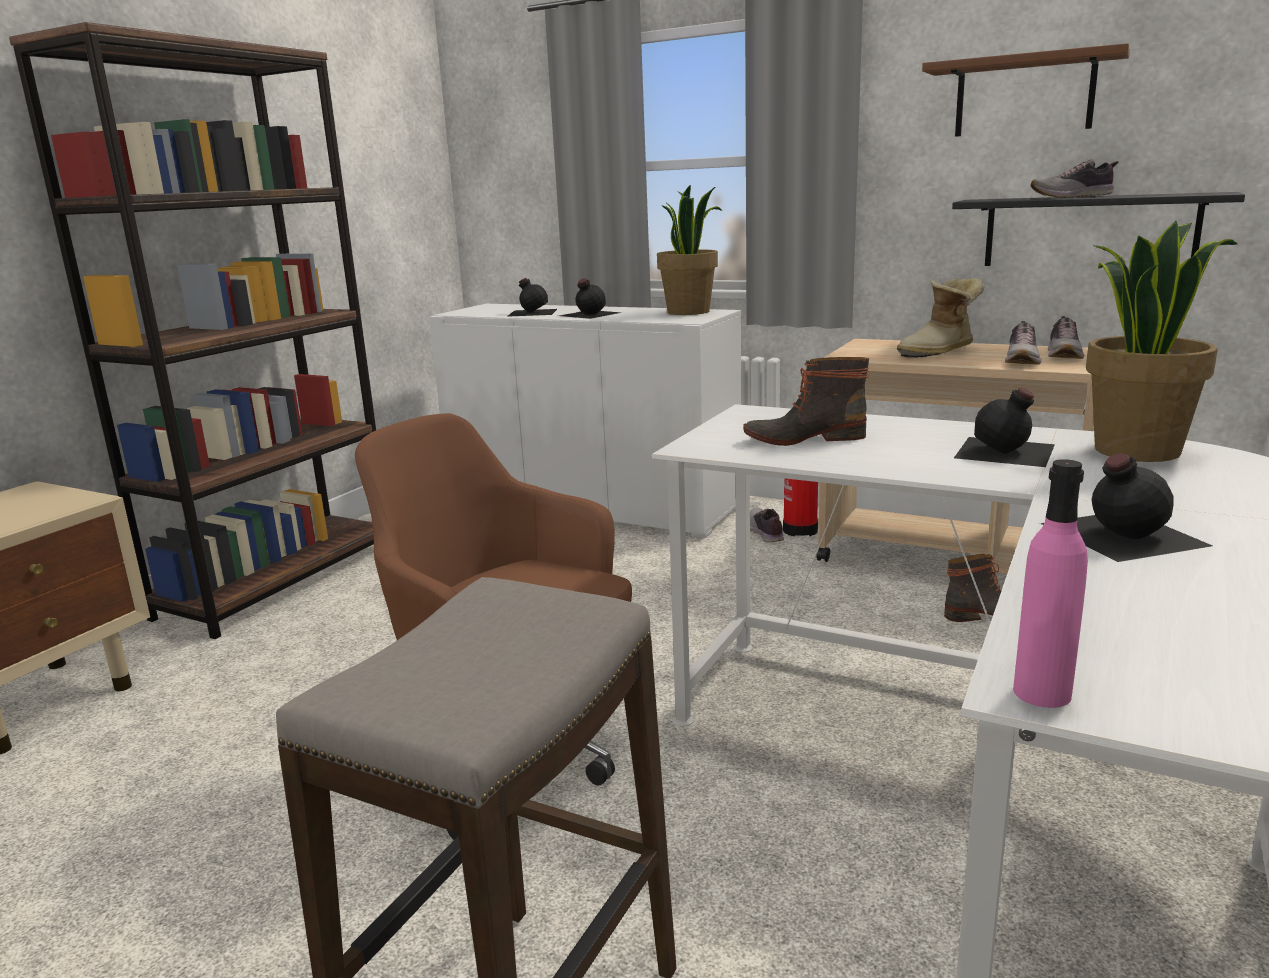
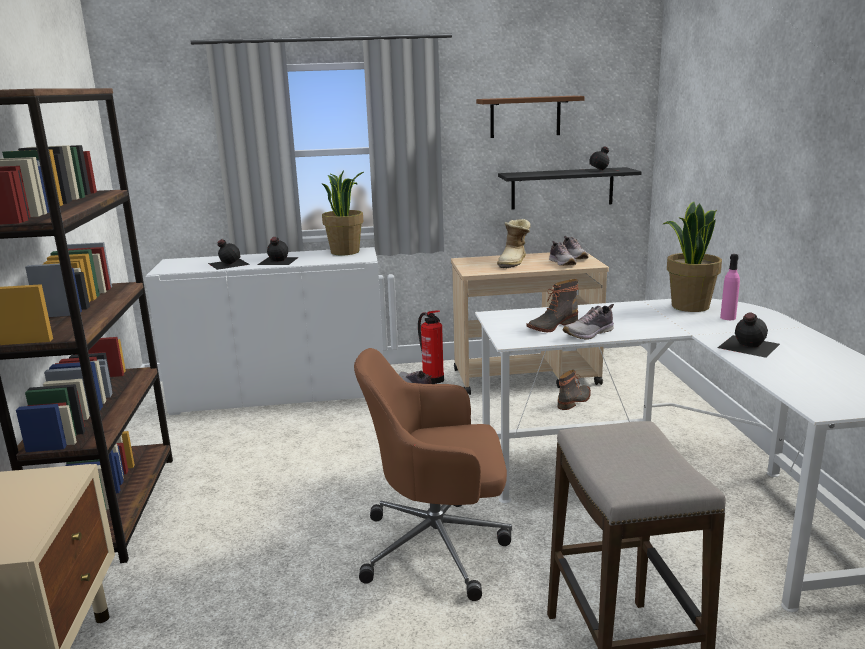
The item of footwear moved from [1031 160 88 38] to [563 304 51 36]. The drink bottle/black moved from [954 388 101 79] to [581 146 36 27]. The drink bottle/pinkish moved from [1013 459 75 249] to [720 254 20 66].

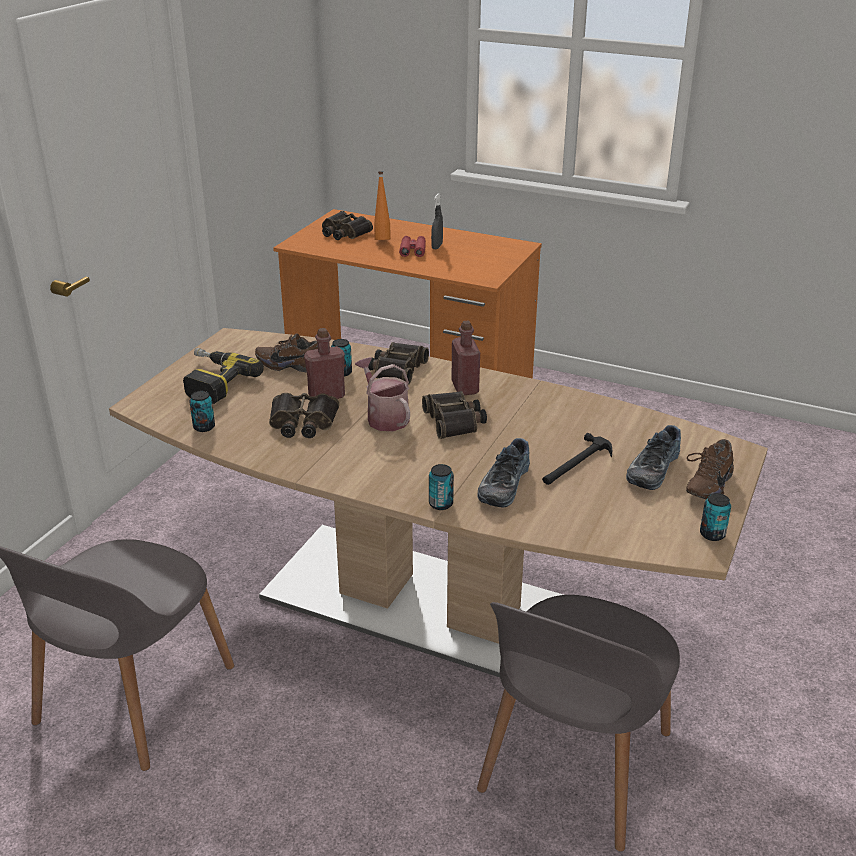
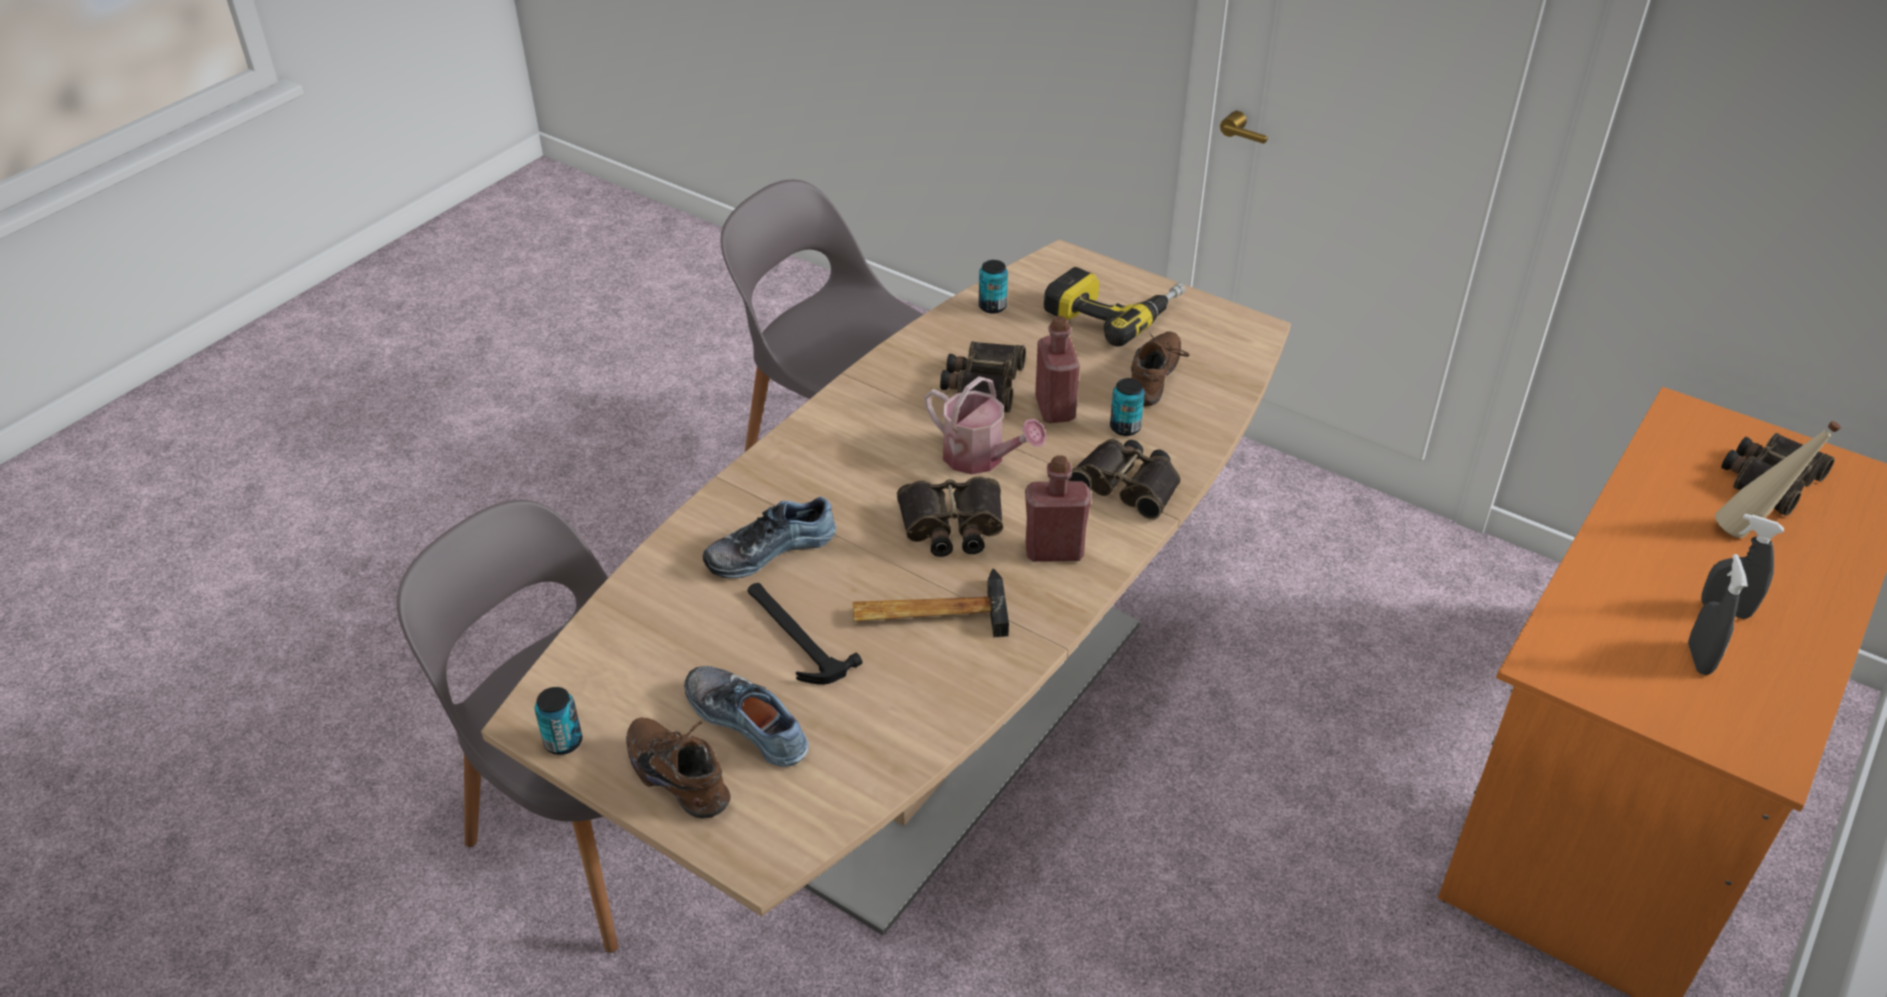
The drink bottle/orangey at [374 172 17 68] became the drink bottle/beige-coloured at [1715 421 126 117]. The pair of binoculars/red at [399 236 27 21] disappeared. The watering can at [355 357 55 74] turned 60 degrees clockwise. The item of footwear at [478 438 52 70] turned 60 degrees counterclockwise. The metal can at [429 464 25 46] disappeared. The sprayer/greyish at [1688 554 60 121] appeared. The hand hammer at [853 569 156 68] appeared.

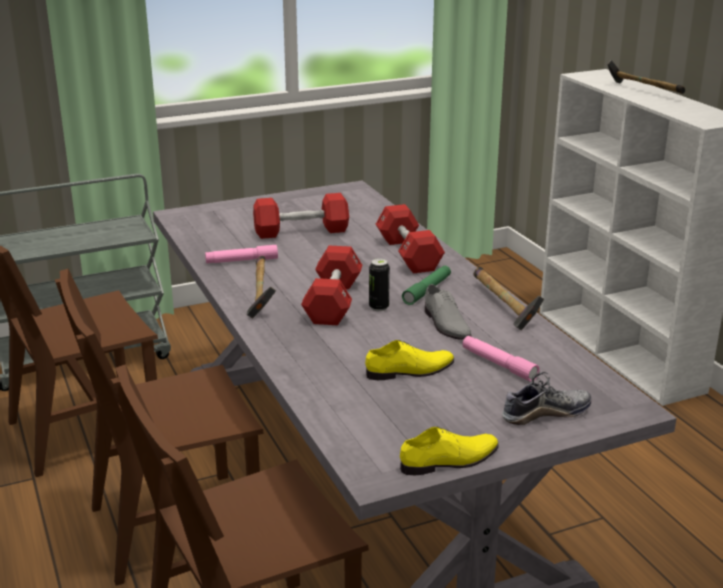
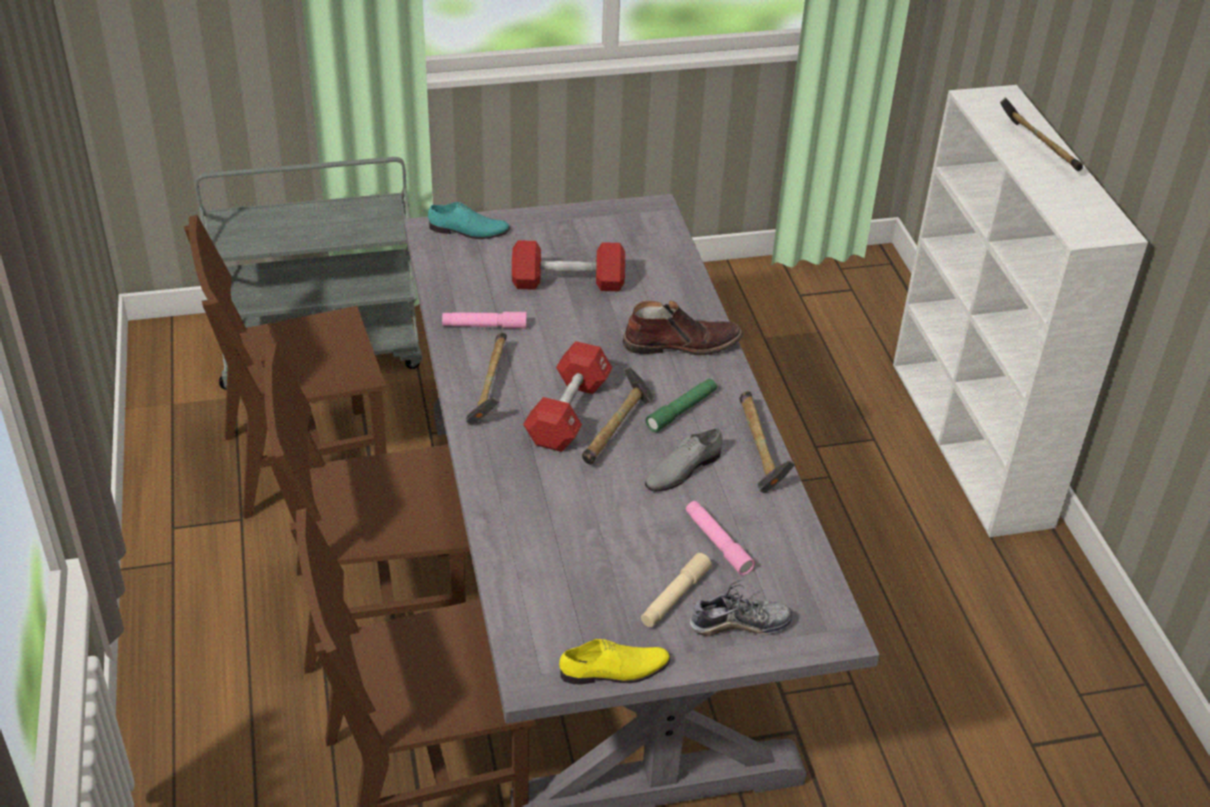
The dumbbell/red at [376 204 69 70] was replaced by the tall boot/brownish at [623 301 120 54]. The metal can at [369 259 21 52] was replaced by the hand hammer at [582 367 72 98]. The item of footwear/greyish at [425 284 47 56] turned 60 degrees clockwise. The item of footwear/yellow-coloured at [365 340 89 40] disappeared. The item of footwear/turquoise at [428 202 82 37] appeared. The torch/beige-coloured at [641 553 71 74] appeared.

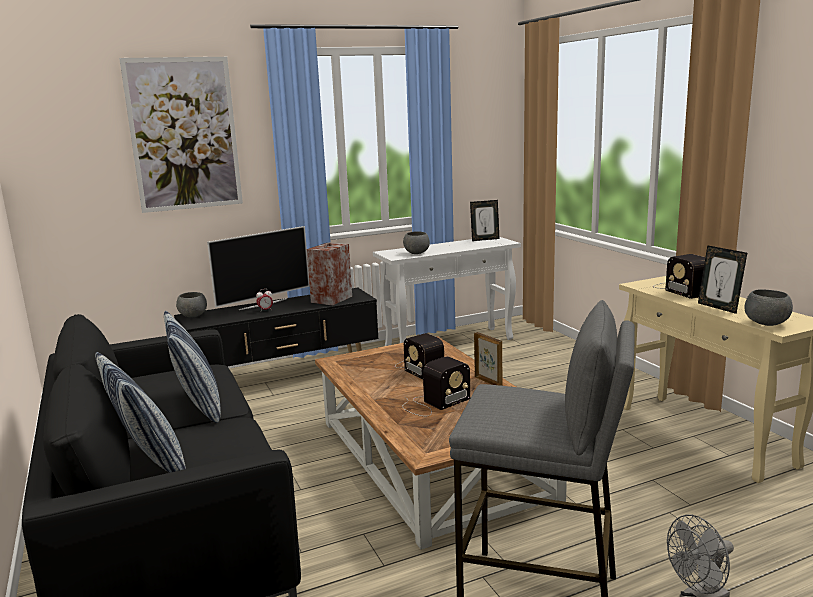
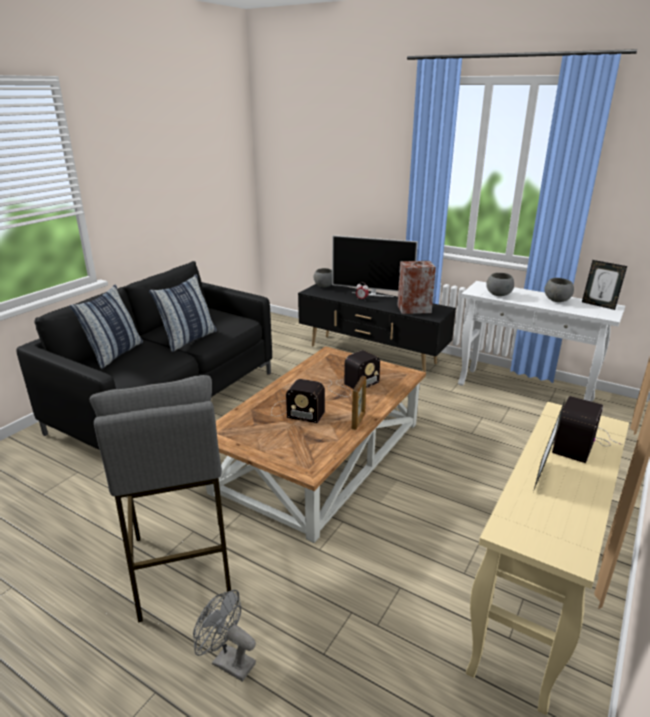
The wall picture at [119 57 124 156] disappeared. The deep dish/greyish moved from [744 290 49 36] to [544 278 30 24]. The radio set at [395 333 49 47] turned 150 degrees counterclockwise.

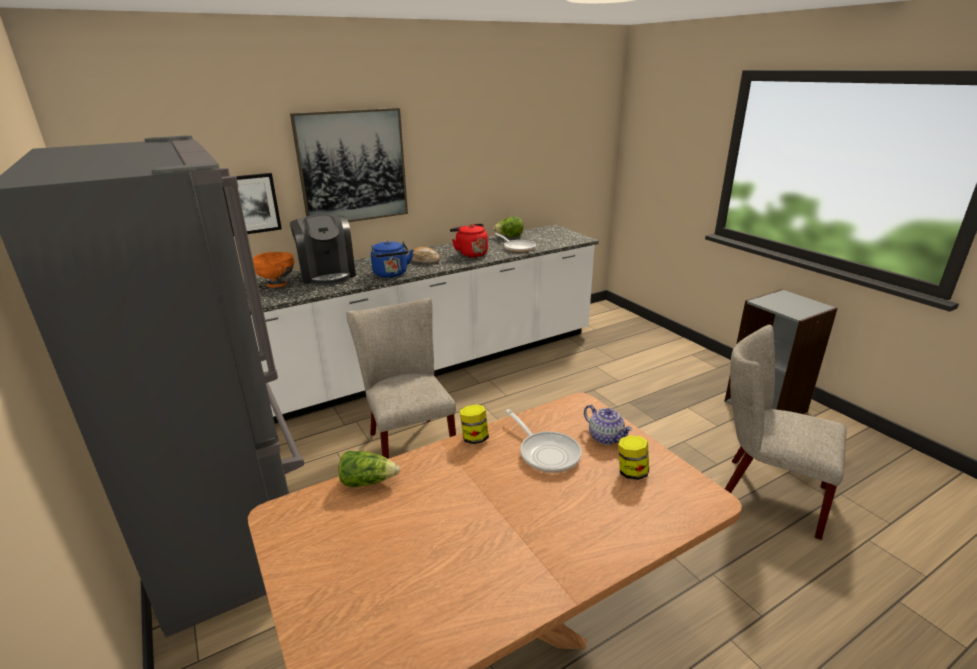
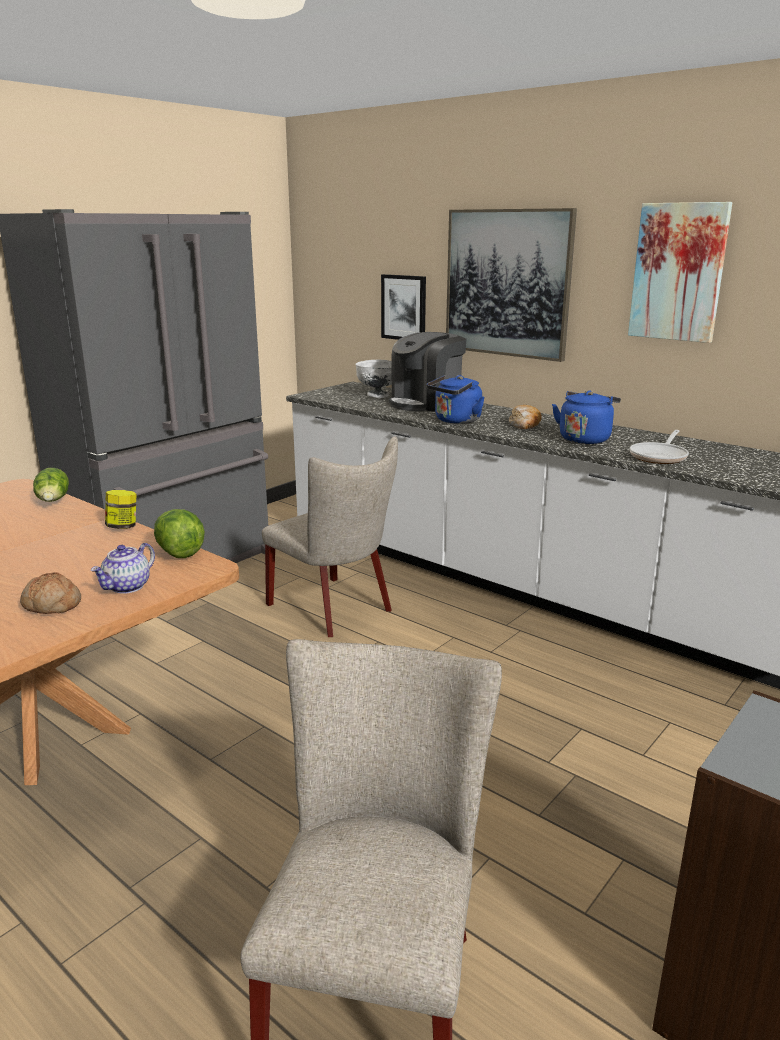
The lettuce moved from [493 217 30 20] to [154 509 51 49]. The water kettle/red at [450 224 38 34] became the water kettle/blue-coloured at [552 391 69 53]. The deep dish/orangey at [252 252 42 36] became the deep dish/white at [356 360 36 38]. The plain chair/beige-coloured at [346 298 110 161] turned 90 degrees clockwise. The skillet at [506 409 76 64] disappeared. The jar at [618 435 31 45] was replaced by the bread at [20 572 61 42]. The wall picture at [628 202 105 141] appeared.

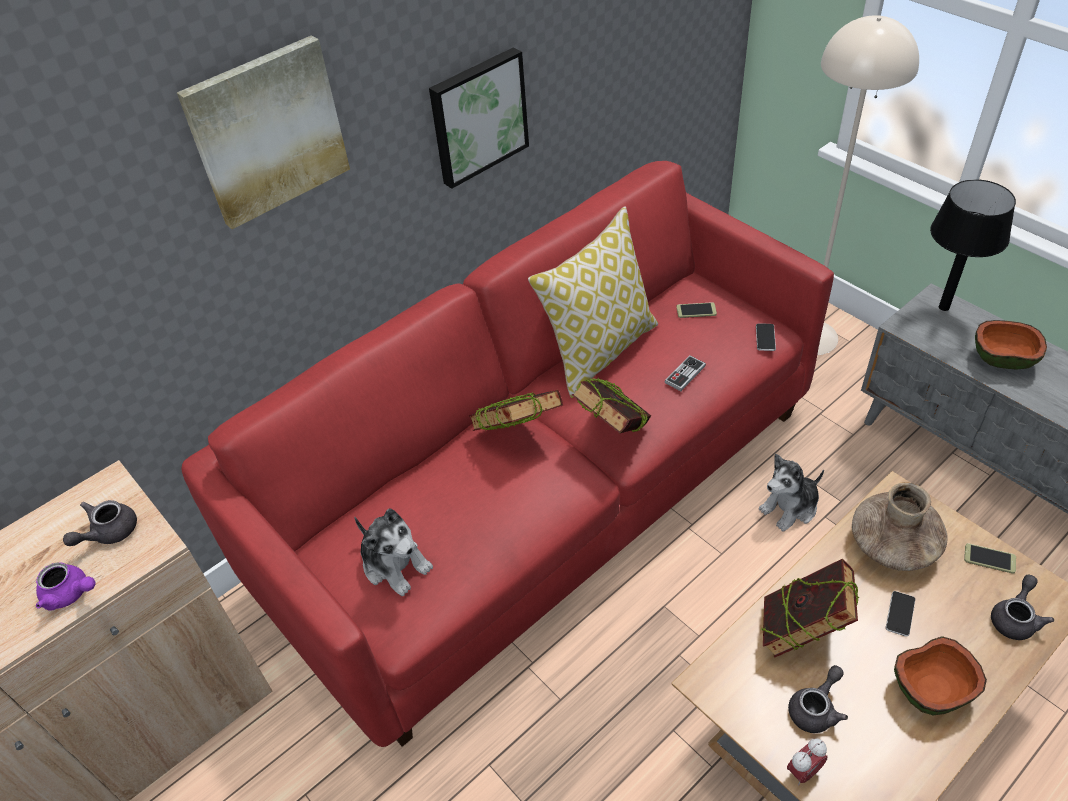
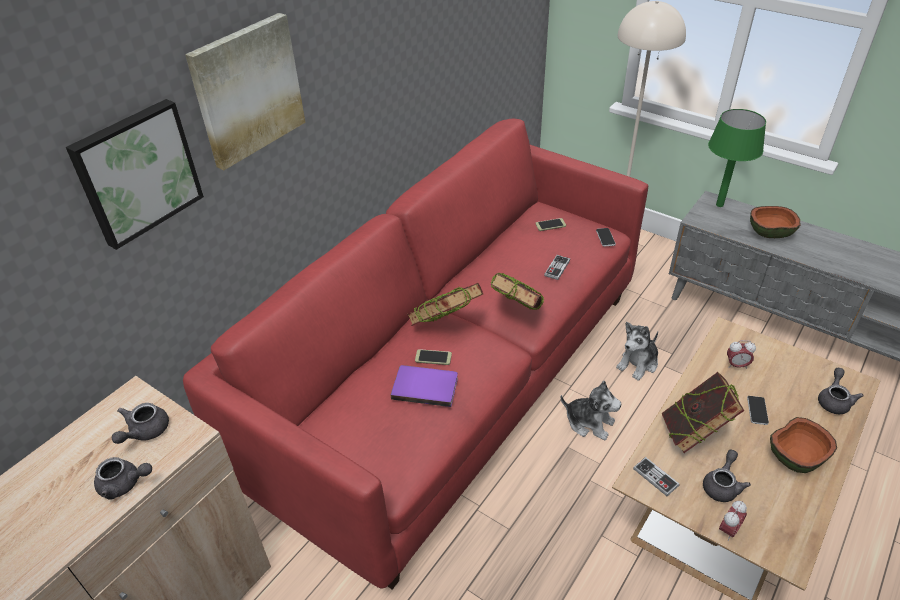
The wall picture moved from [429 47 100 142] to [66 99 138 151]. The tabletop lamp/black at [930 179 86 132] became the tabletop lamp/greenish at [708 109 58 98]. The throw pillow at [528 206 130 192] disappeared. The decorative vase/brownish at [852 482 96 89] was replaced by the table clock at [727 340 29 29]. The soft toy moved from [354 509 79 87] to [561 381 60 59]. The handset moved from [964 543 52 31] to [415 349 37 16]. The tea pot/purple at [36 562 60 48] became the tea pot/greyish at [94 457 58 43]. The volume/purple at [391 365 67 42] appeared. The game controller at [633 457 47 39] appeared.

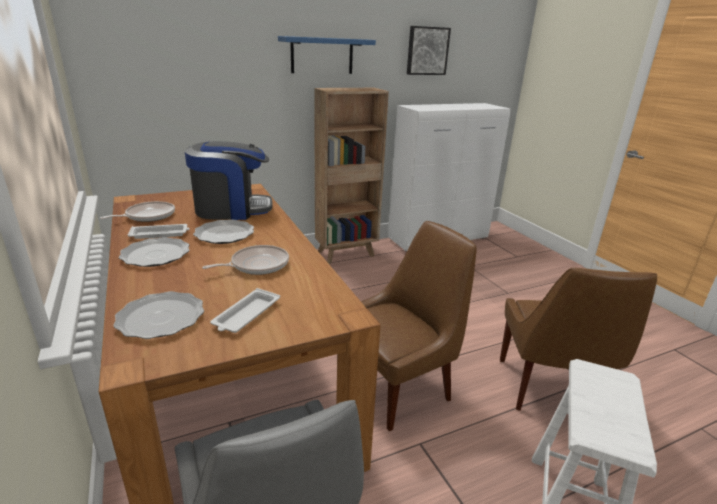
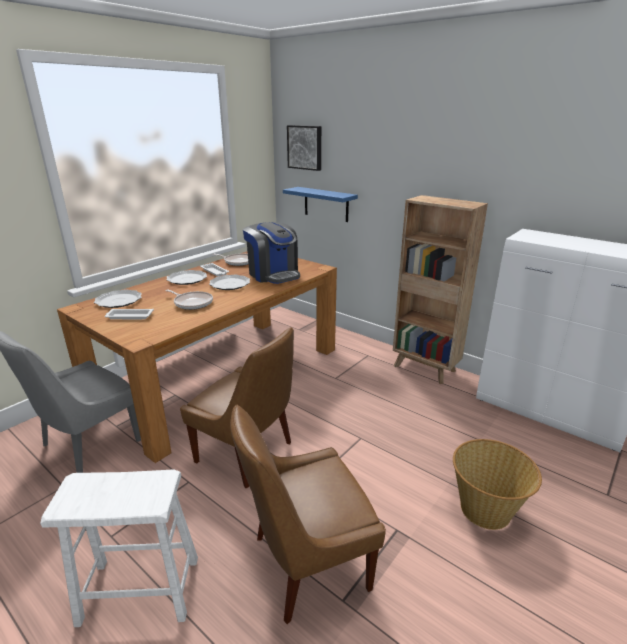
The wall picture moved from [407 26 44 49] to [287 125 34 46]. The shelf/blue-coloured moved from [278 36 98 38] to [283 187 75 35]. The household basket at [453 439 89 91] appeared.

